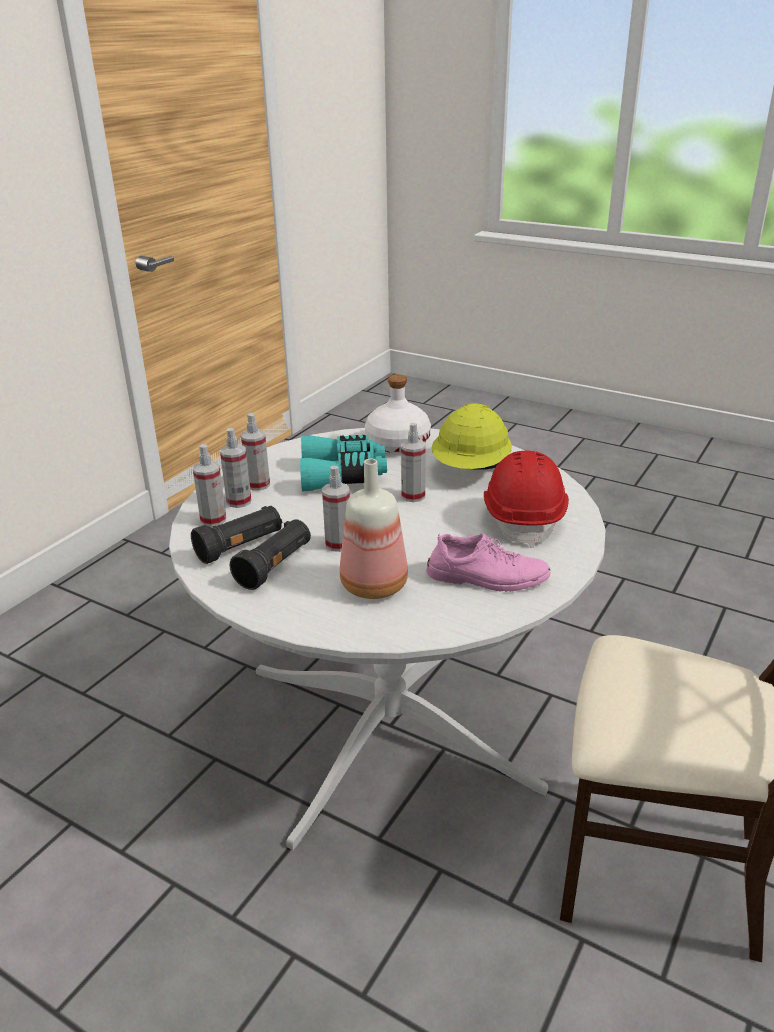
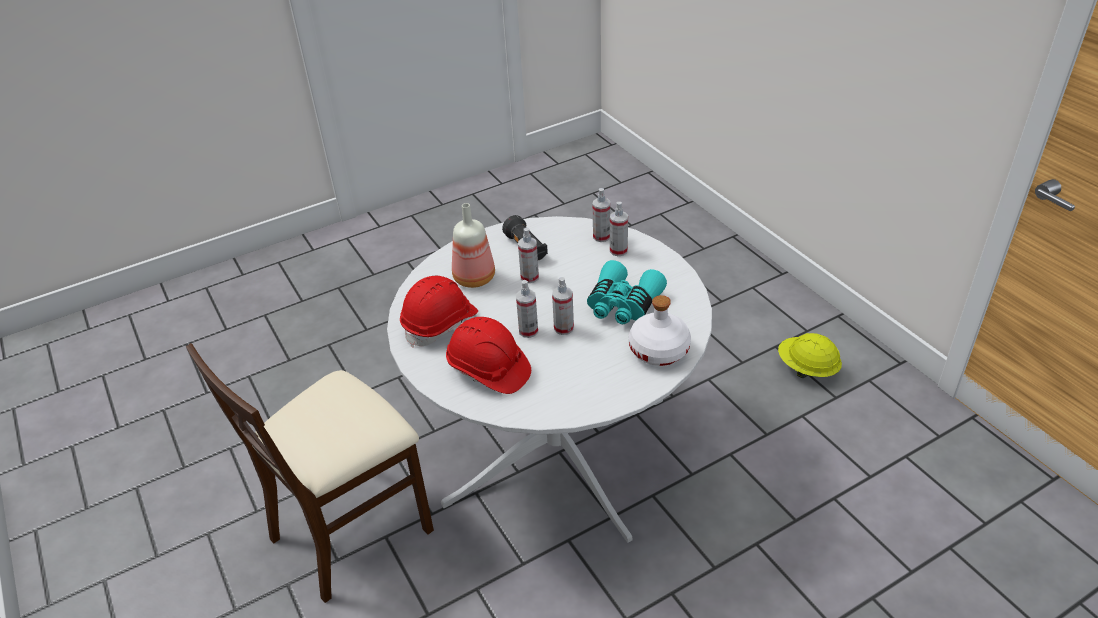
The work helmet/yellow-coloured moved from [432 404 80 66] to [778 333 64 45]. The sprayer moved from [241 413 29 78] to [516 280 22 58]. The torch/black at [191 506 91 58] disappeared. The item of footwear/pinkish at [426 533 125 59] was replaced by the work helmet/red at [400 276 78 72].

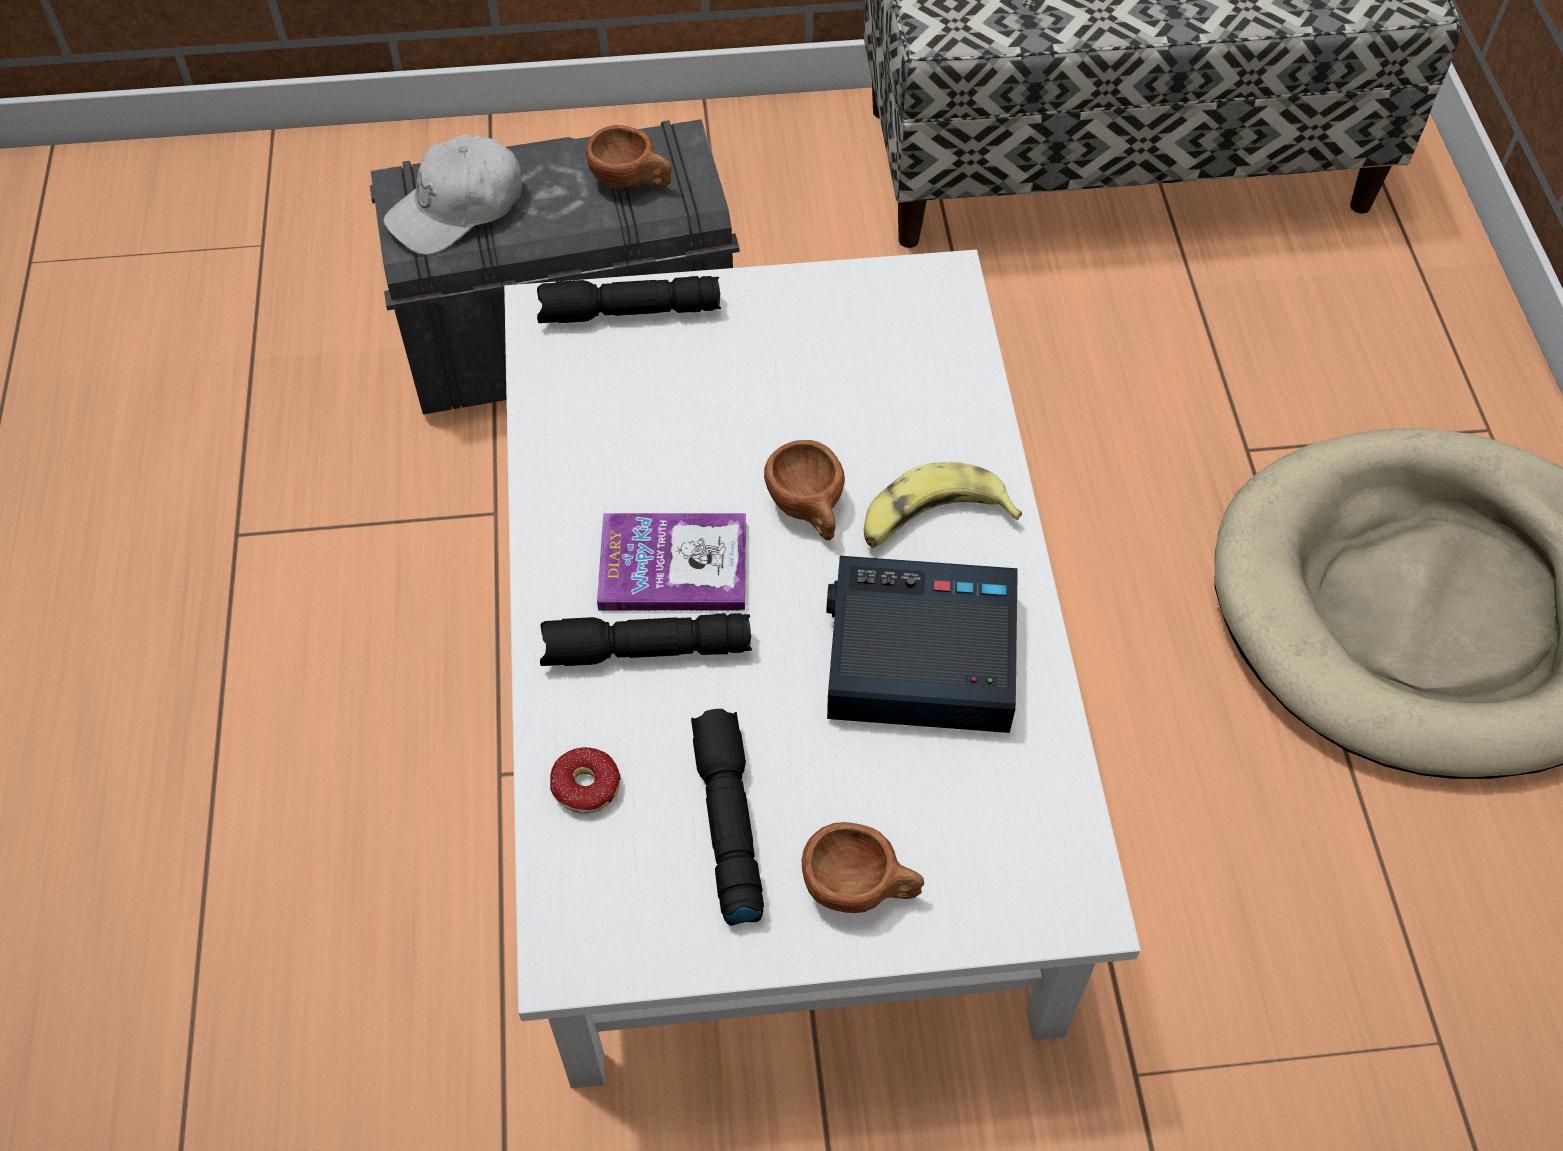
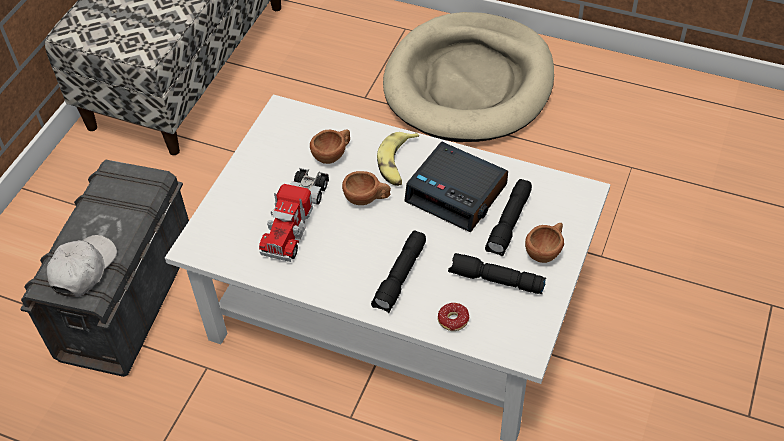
The small cup/brownish moved from [586 125 86 64] to [310 130 40 34]. The cap/white at [383 135 139 120] turned 150 degrees counterclockwise. The torch/black moved from [537 276 184 47] to [485 179 47 77]. The volume at [597 513 149 97] disappeared. The table clock at [826 556 192 177] turned 90 degrees counterclockwise. The toy lorry at [259 168 70 94] appeared.

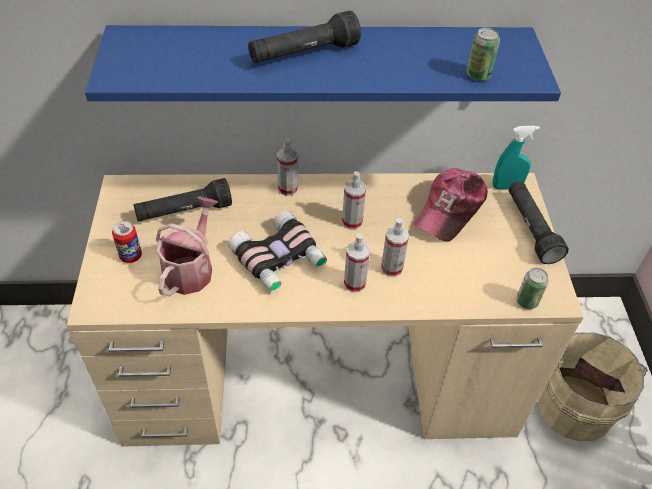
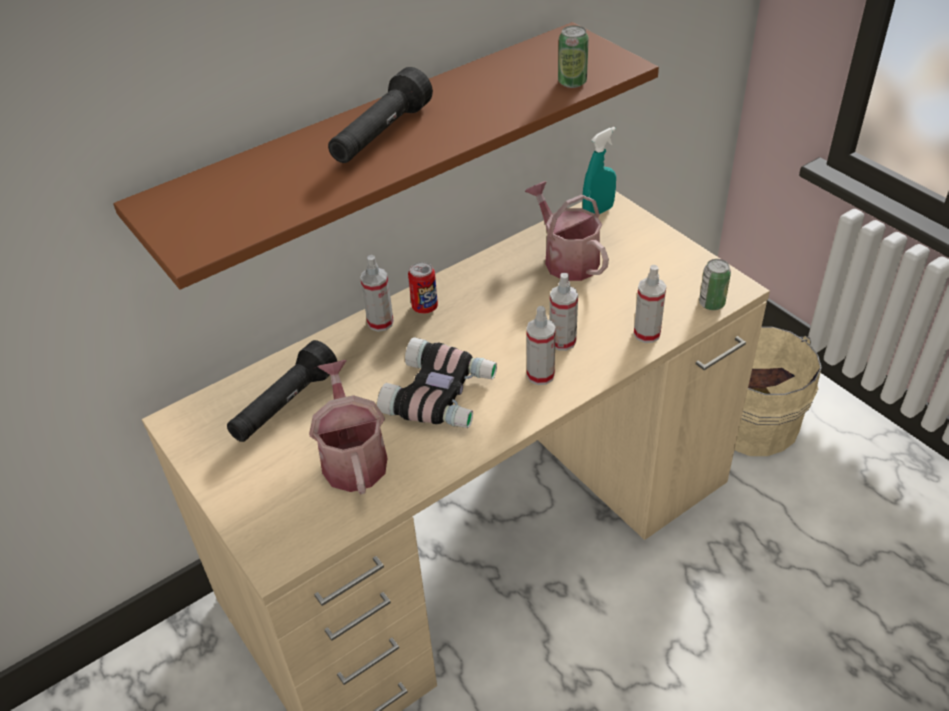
The shelf/blue-coloured at [85 25 476 76] became the shelf/brownish at [113 22 546 268]. The cap at [414 168 74 73] was replaced by the watering can at [525 181 84 100]. The sprayer moved from [342 171 24 58] to [634 265 32 78]. The torch/black at [509 181 60 83] disappeared. The metal can moved from [112 221 30 42] to [408 262 30 52].

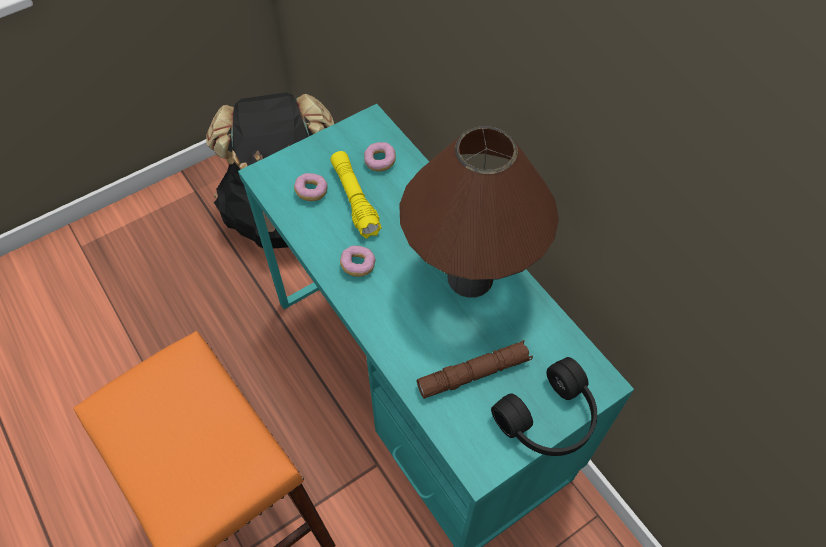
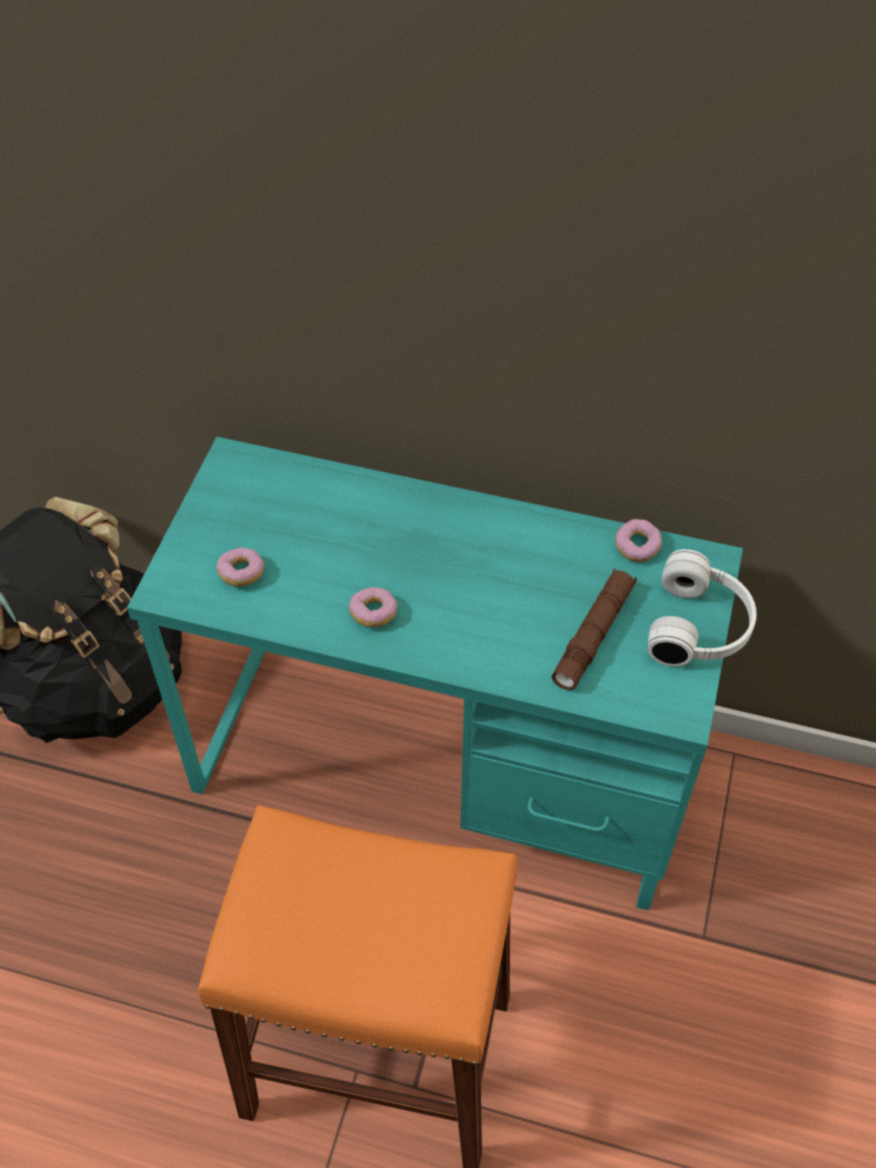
The tabletop lamp/brownish at [399 126 160 172] disappeared. The donut moved from [364 142 32 29] to [615 519 47 43]. The torch/yellow-coloured at [331 151 51 88] disappeared. The pair of headphones/black at [491 357 106 99] became the pair of headphones/white at [648 549 109 118].

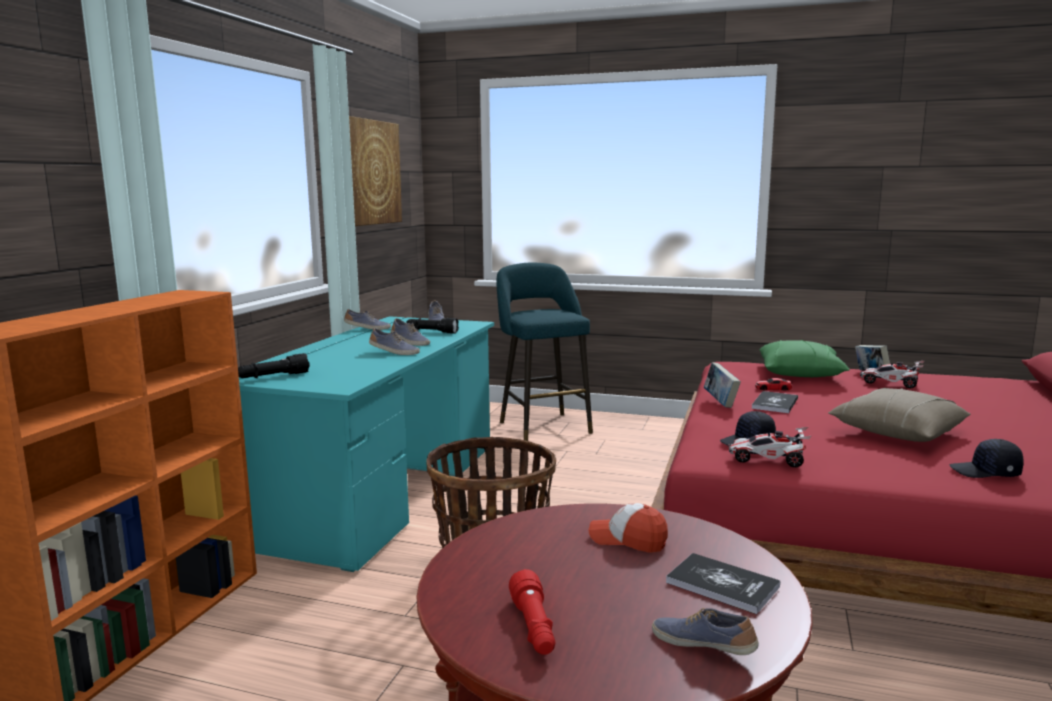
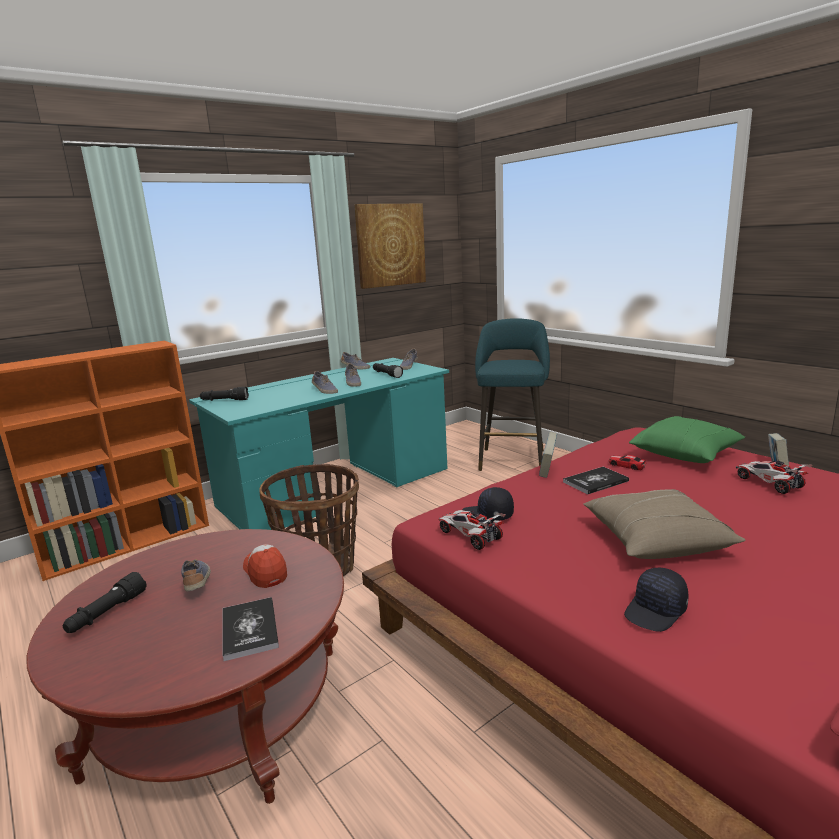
The cap/black at [950 439 74 39] turned 90 degrees counterclockwise. The torch/red at [509 569 46 86] became the torch/black at [63 572 84 61]. The item of footwear moved from [652 608 107 47] to [181 559 30 33].

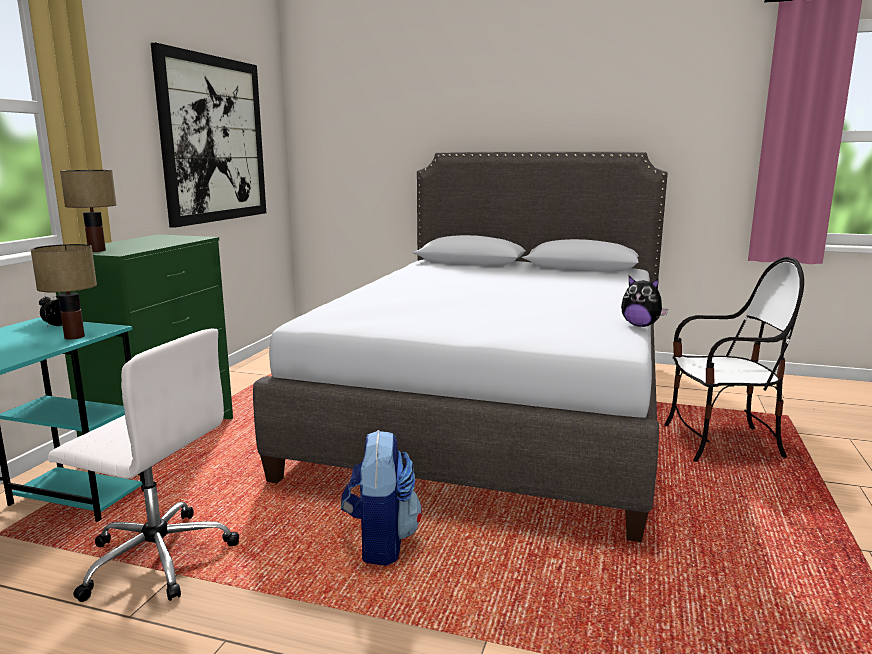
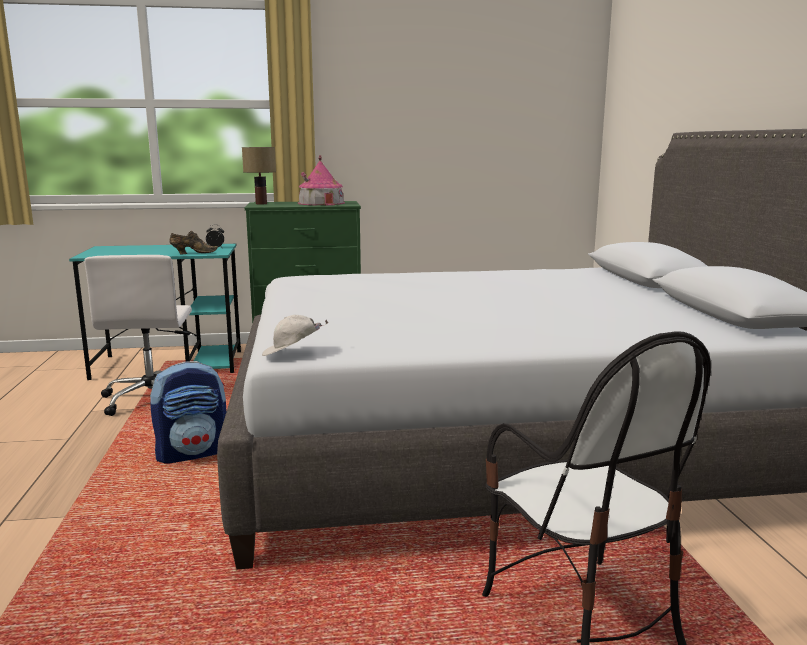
The wall picture at [151 43 115 185] disappeared. The tabletop lamp at [31 244 66 95] was replaced by the item of footwear/brownish at [169 231 49 23]. The soft toy at [621 276 47 51] disappeared. The toy house at [298 155 47 51] appeared. The cap/white at [262 315 66 41] appeared.

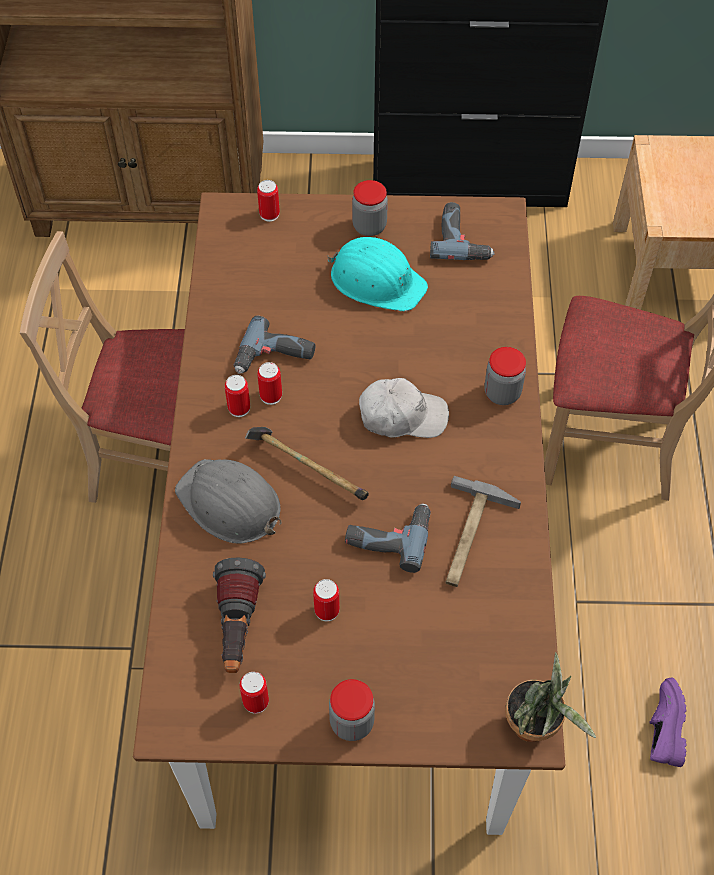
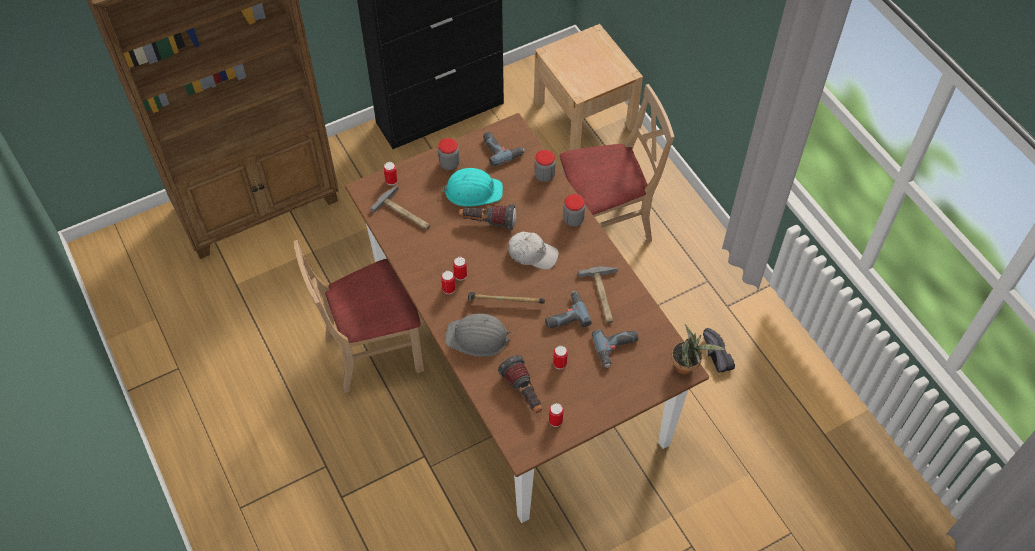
The electric drill moved from [234 316 82 58] to [592 330 47 38]. The cap/white at [359 378 90 60] turned 45 degrees clockwise. The item of footwear/purple at [649 677 38 90] became the item of footwear/black at [703 328 32 45]. The jar moved from [329 679 46 62] to [534 150 22 32]. The hand hammer at [370 186 60 44] appeared. The torch at [458 204 58 26] appeared.

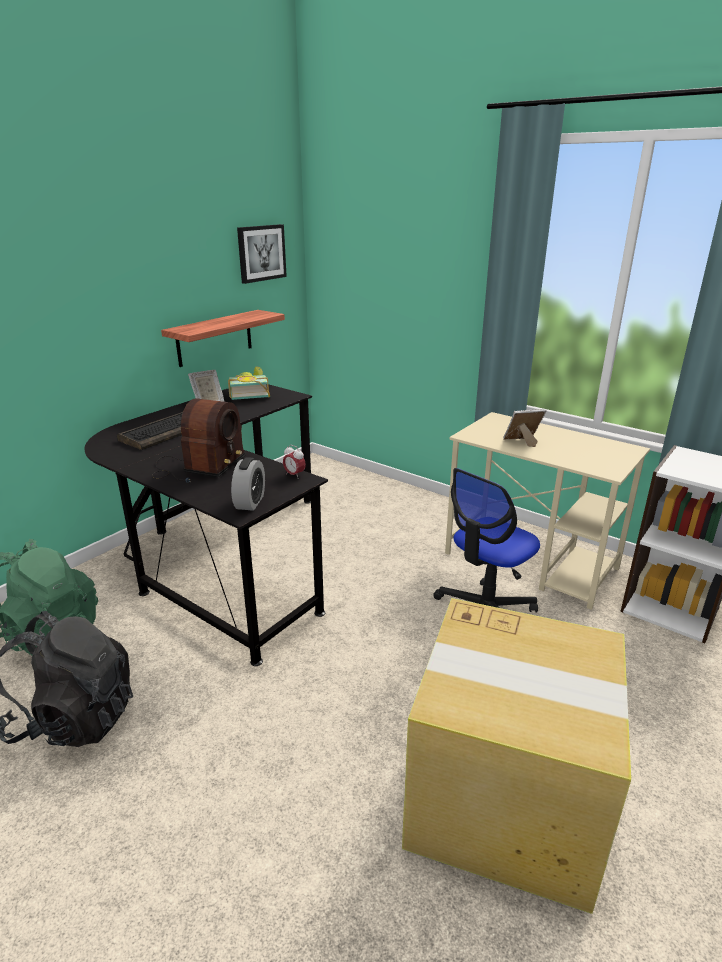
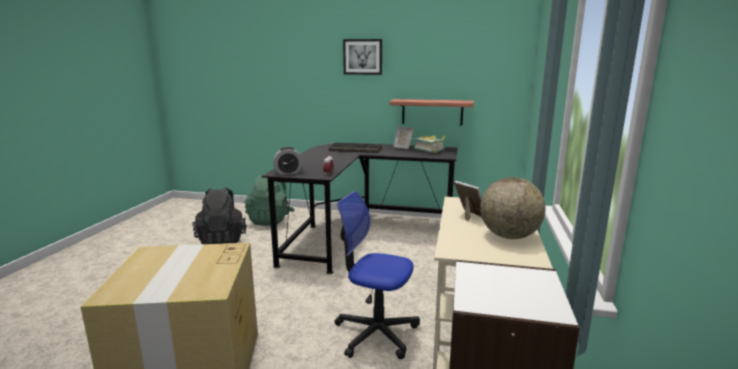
The wall picture moved from [237 224 50 60] to [343 39 39 36]. The radio set at [152 398 93 85] disappeared. The desk globe at [480 177 65 62] appeared.

